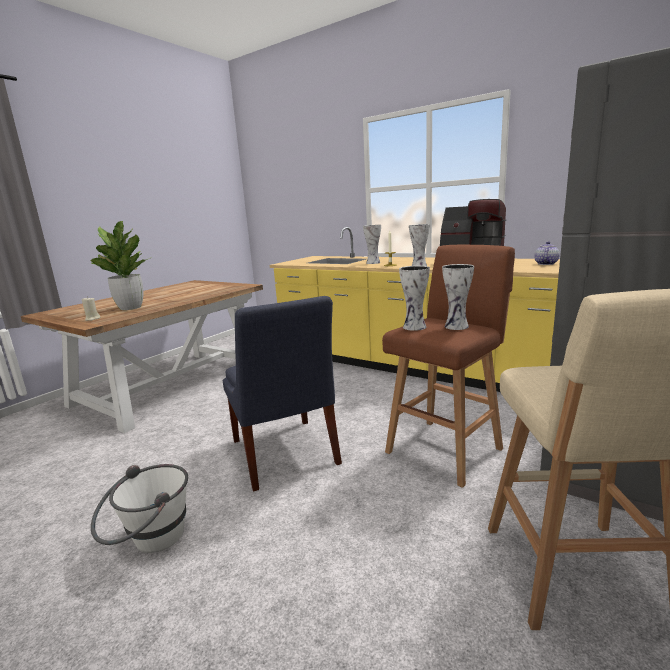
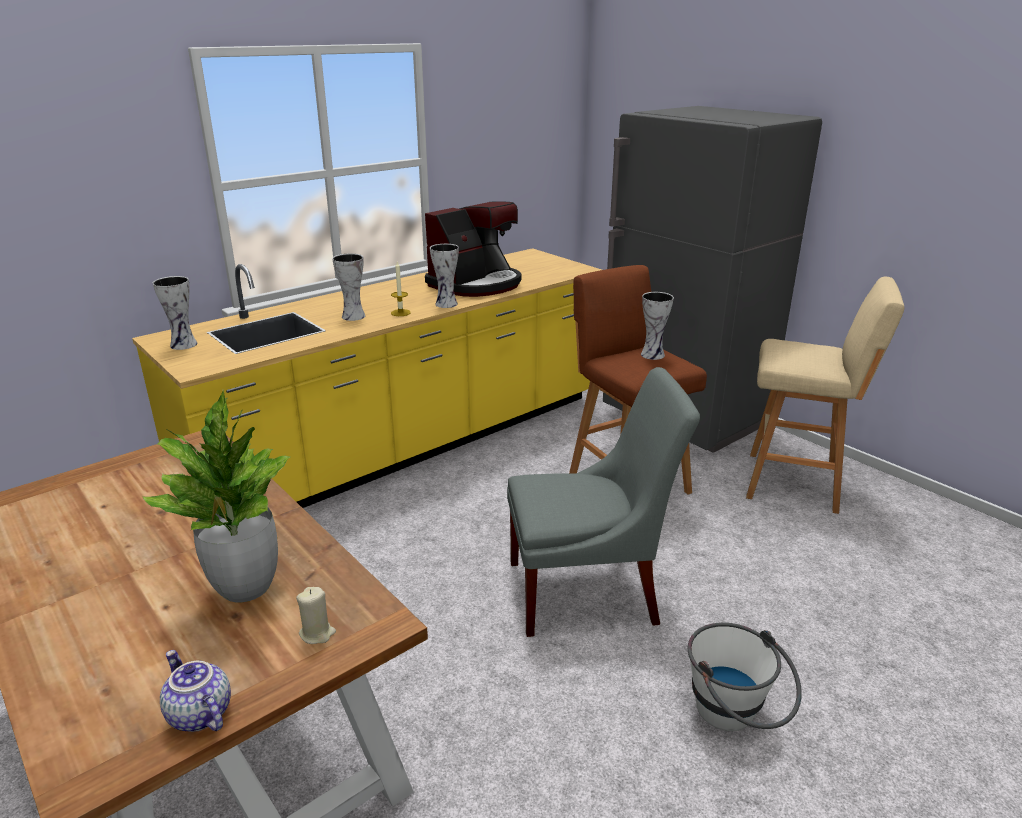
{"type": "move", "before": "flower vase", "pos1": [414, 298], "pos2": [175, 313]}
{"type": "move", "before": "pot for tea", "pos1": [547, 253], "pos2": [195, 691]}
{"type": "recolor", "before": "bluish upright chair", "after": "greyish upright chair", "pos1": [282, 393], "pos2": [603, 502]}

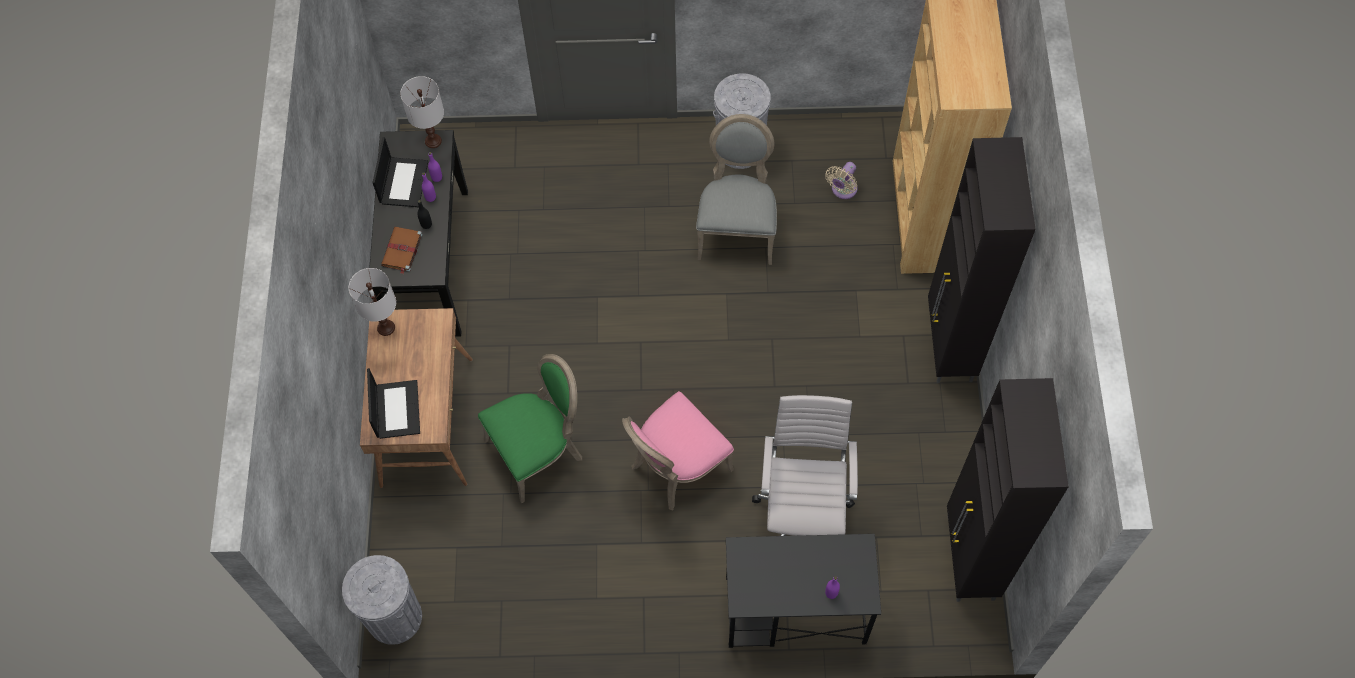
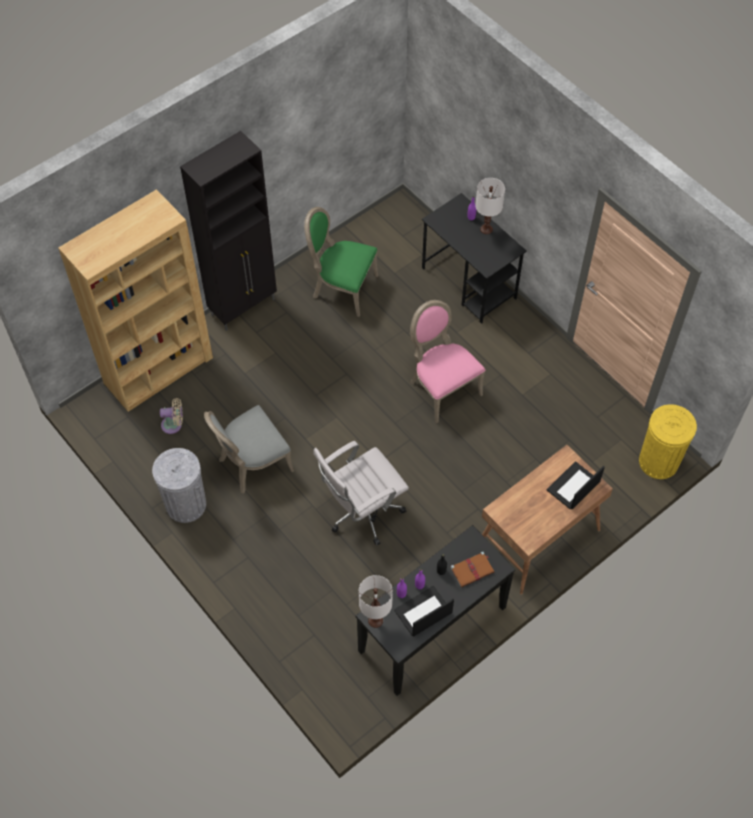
{"type": "move", "before": "greenish upright chair", "pos1": [530, 428], "pos2": [341, 262]}
{"type": "move", "before": "whitish desk chair", "pos1": [805, 465], "pos2": [361, 493]}
{"type": "rotate", "before": "pink-coloured upright chair", "pos1": [678, 451], "pos2": [447, 361], "turn": -135}
{"type": "move", "before": "whitish tabletop lamp", "pos1": [372, 302], "pos2": [490, 206]}
{"type": "recolor", "before": "greyish rubbish bin", "after": "yellowish rubbish bin", "pos1": [382, 600], "pos2": [668, 441]}
{"type": "delete", "before": "black storage cabinet", "pos1": [1008, 490]}

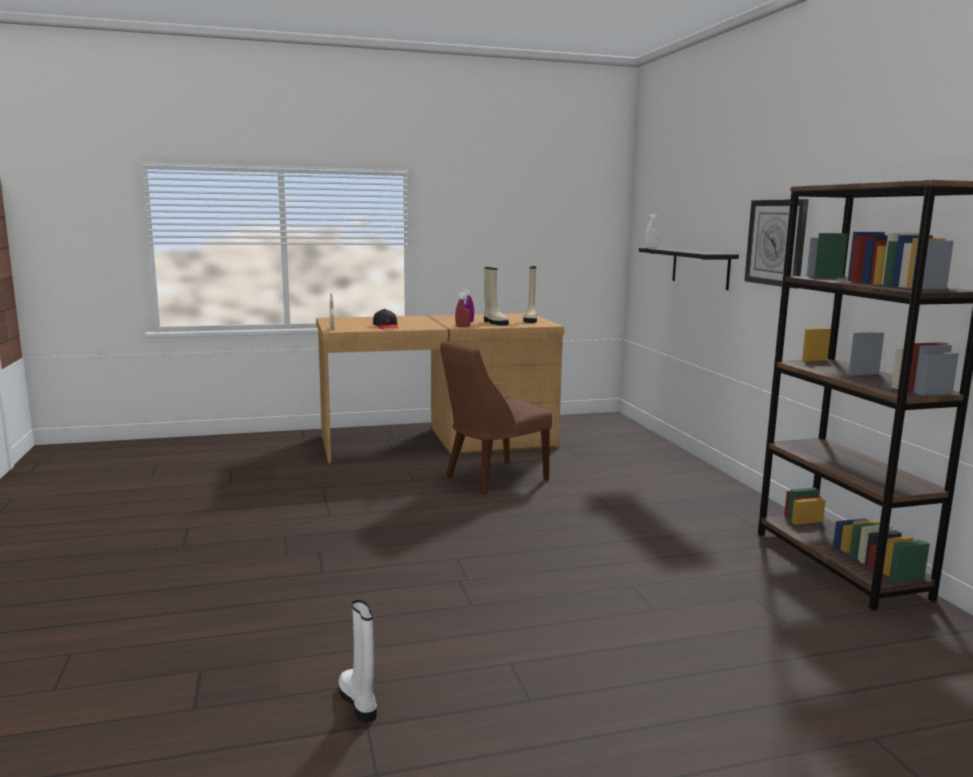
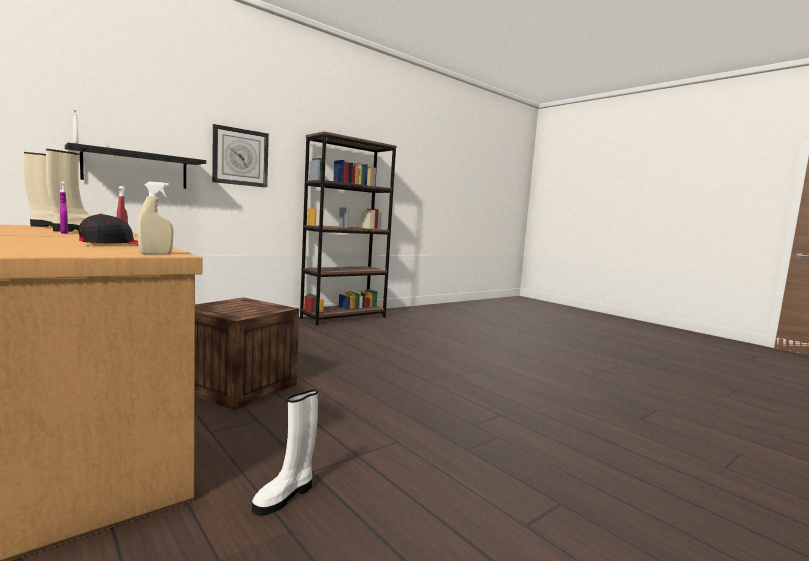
{"type": "replace", "before": "brownish upright chair", "after": "packing crate", "pos1": [496, 418], "pos2": [247, 353]}
{"type": "move", "before": "whitish high-top boot", "pos1": [358, 661], "pos2": [285, 452]}

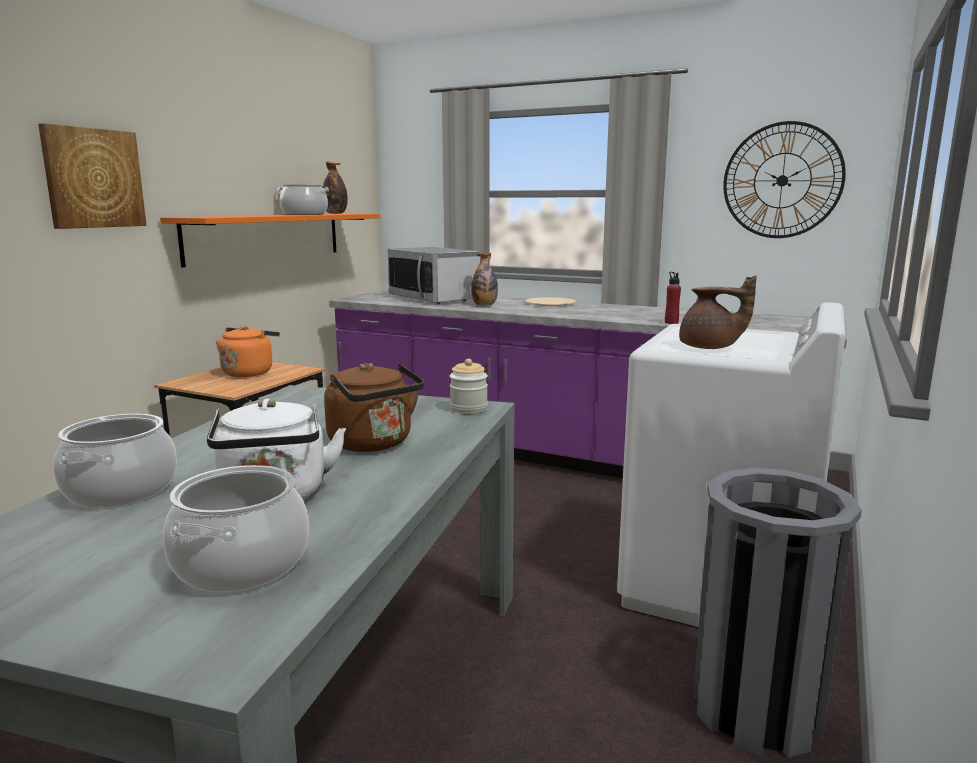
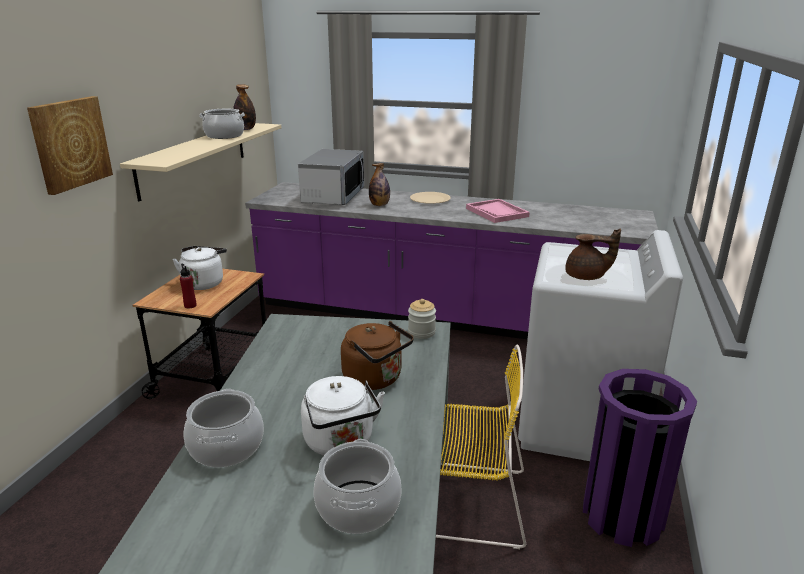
{"type": "recolor", "before": "orange shelf", "after": "sand-coloured shelf", "pos1": [270, 240], "pos2": [200, 162]}
{"type": "recolor", "before": "orange tea kettle", "after": "whitish tea kettle", "pos1": [248, 351], "pos2": [199, 268]}
{"type": "move", "before": "reddish beverage bottle", "pos1": [673, 298], "pos2": [188, 286]}
{"type": "rotate", "before": "kitchen microwave", "pos1": [434, 275], "pos2": [331, 177], "turn": -120}
{"type": "insert", "after": "yellowish upright chair", "pos2": [481, 447]}
{"type": "insert", "after": "pink-coloured tray", "pos2": [498, 211]}
{"type": "recolor", "before": "greyish rubbish bin", "after": "purple rubbish bin", "pos1": [777, 613], "pos2": [640, 458]}
{"type": "delete", "before": "clock on the wall", "pos1": [784, 179]}

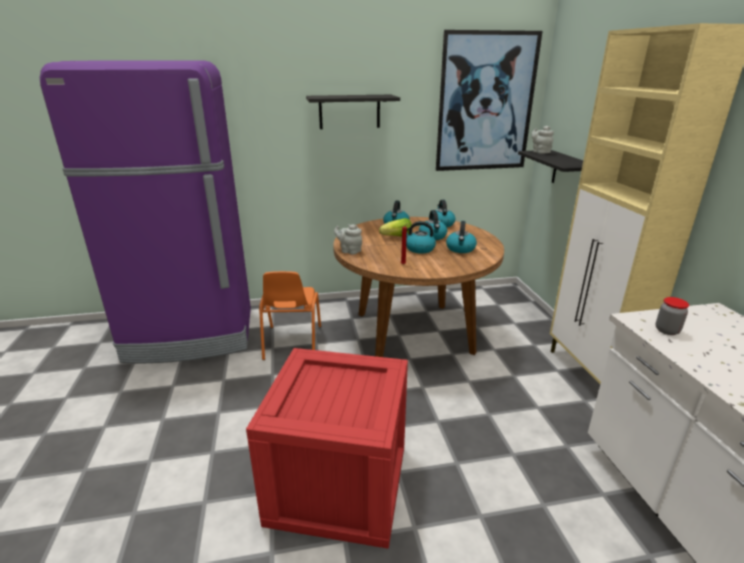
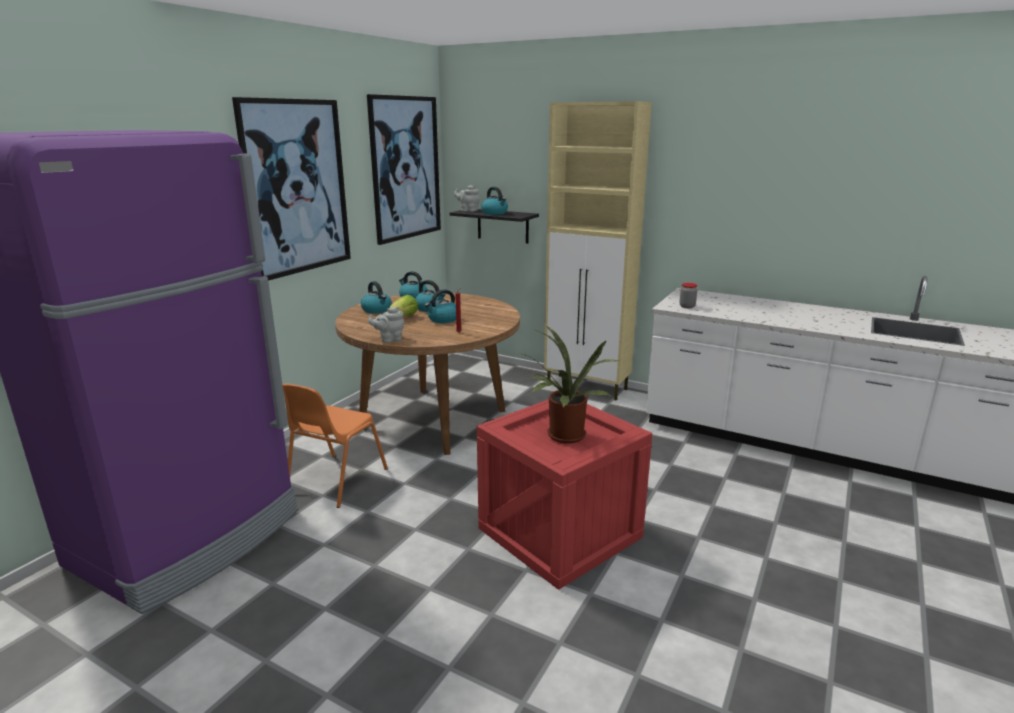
{"type": "replace", "before": "black shelf", "after": "wall art", "pos1": [353, 112], "pos2": [291, 189]}
{"type": "rotate", "before": "orange upright chair", "pos1": [290, 315], "pos2": [335, 445], "turn": 75}
{"type": "move", "before": "tea kettle", "pos1": [461, 237], "pos2": [494, 201]}
{"type": "insert", "after": "potted plant", "pos2": [570, 384]}

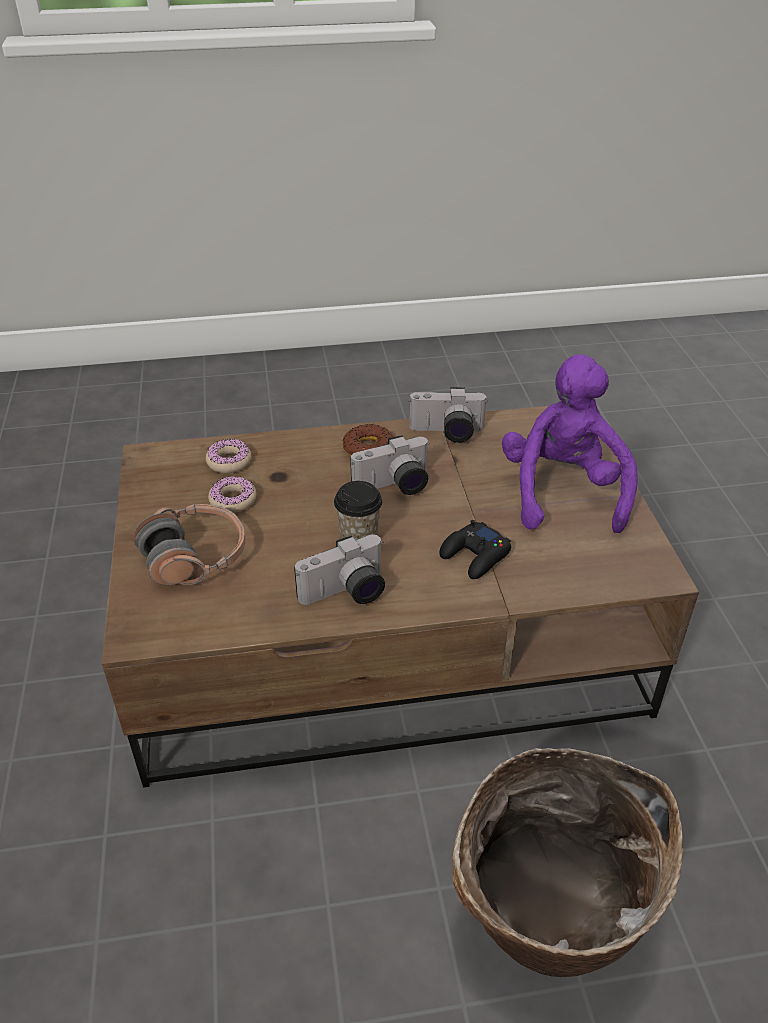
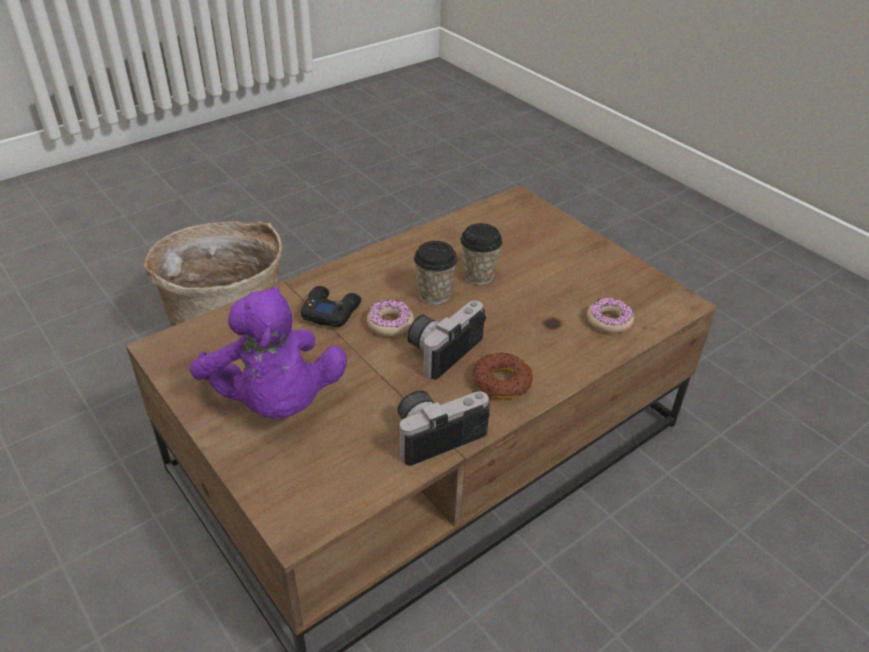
{"type": "move", "before": "doughnut", "pos1": [232, 494], "pos2": [390, 318]}
{"type": "insert", "after": "cup", "pos2": [481, 254]}
{"type": "delete", "before": "pair of headphones", "pos1": [189, 544]}
{"type": "delete", "before": "still camera", "pos1": [339, 570]}

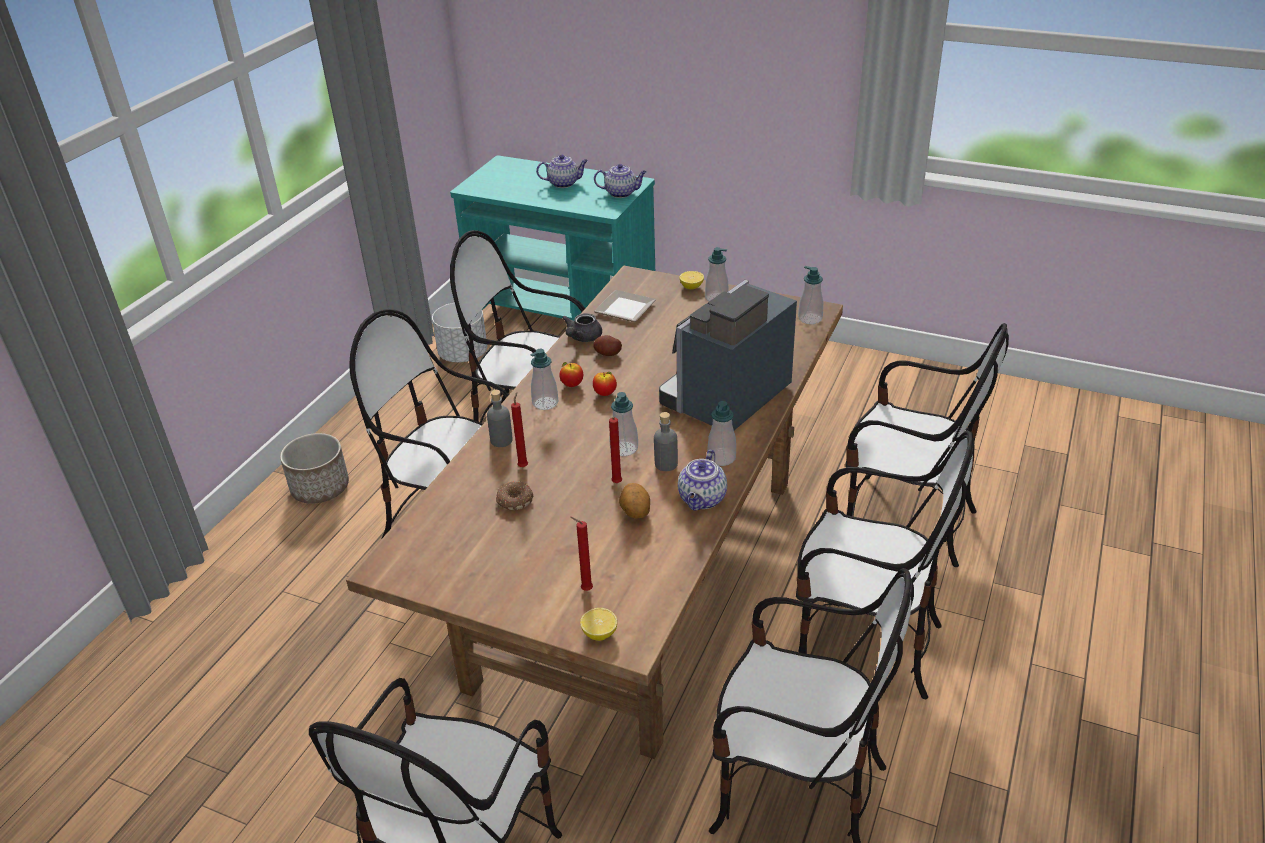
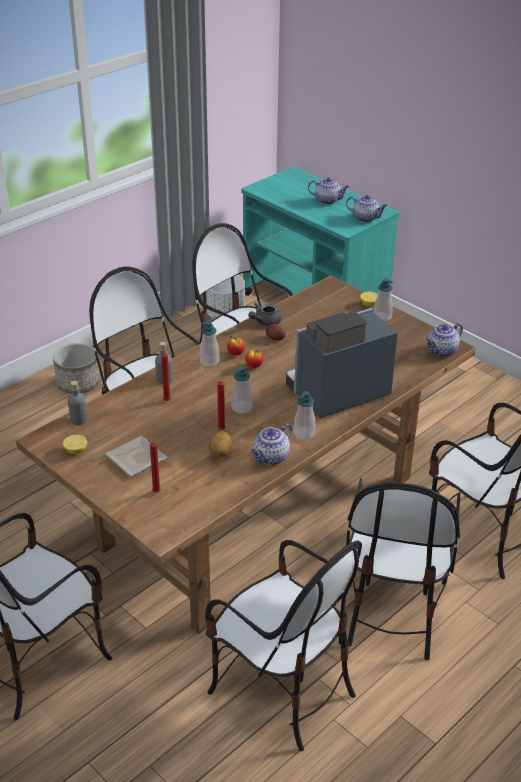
{"type": "move", "before": "whole lemon", "pos1": [598, 624], "pos2": [75, 444]}
{"type": "move", "before": "greyish beverage bottle", "pos1": [666, 441], "pos2": [78, 403]}
{"type": "move", "before": "plate", "pos1": [625, 306], "pos2": [136, 456]}
{"type": "rotate", "before": "upright chair", "pos1": [885, 565], "pos2": [403, 569], "turn": 60}
{"type": "replace", "before": "liquid soap bottle", "after": "pot for tea", "pos1": [810, 295], "pos2": [444, 340]}
{"type": "delete", "before": "doughnut", "pos1": [514, 495]}

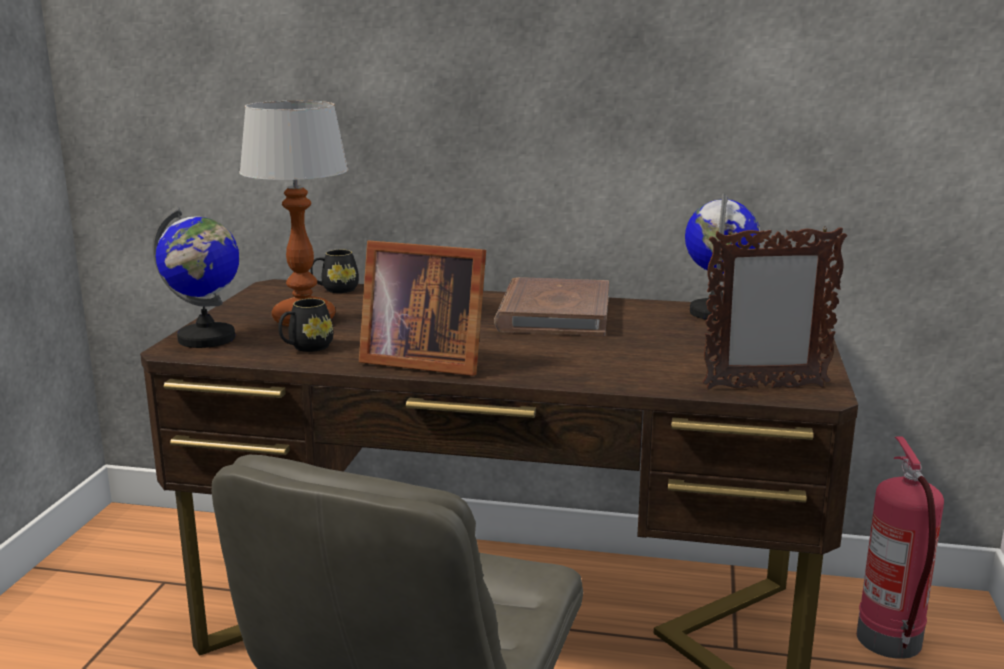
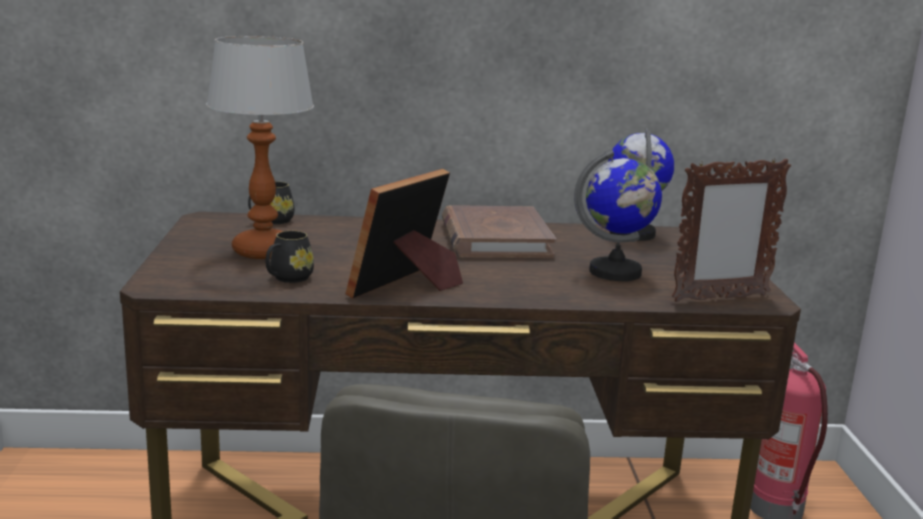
{"type": "rotate", "before": "photo frame", "pos1": [422, 308], "pos2": [404, 233], "turn": 120}
{"type": "move", "before": "world globe", "pos1": [196, 276], "pos2": [618, 214]}

